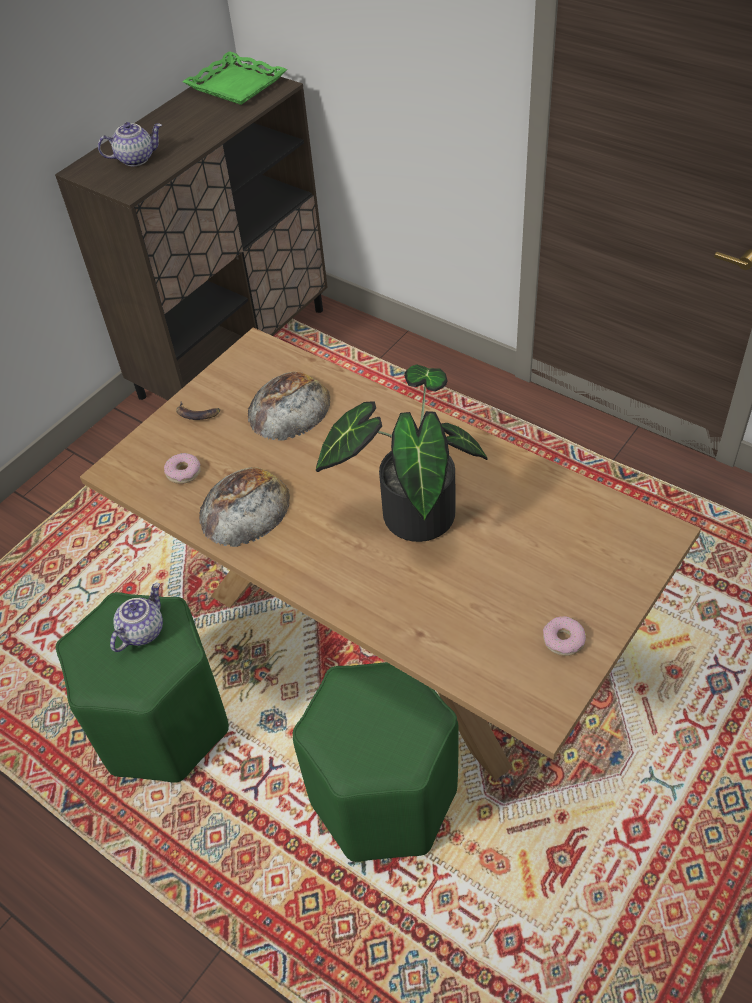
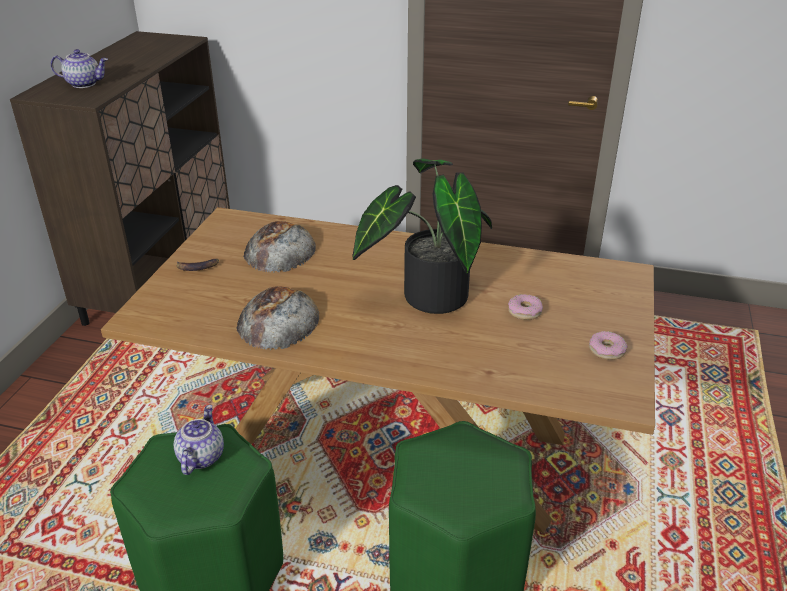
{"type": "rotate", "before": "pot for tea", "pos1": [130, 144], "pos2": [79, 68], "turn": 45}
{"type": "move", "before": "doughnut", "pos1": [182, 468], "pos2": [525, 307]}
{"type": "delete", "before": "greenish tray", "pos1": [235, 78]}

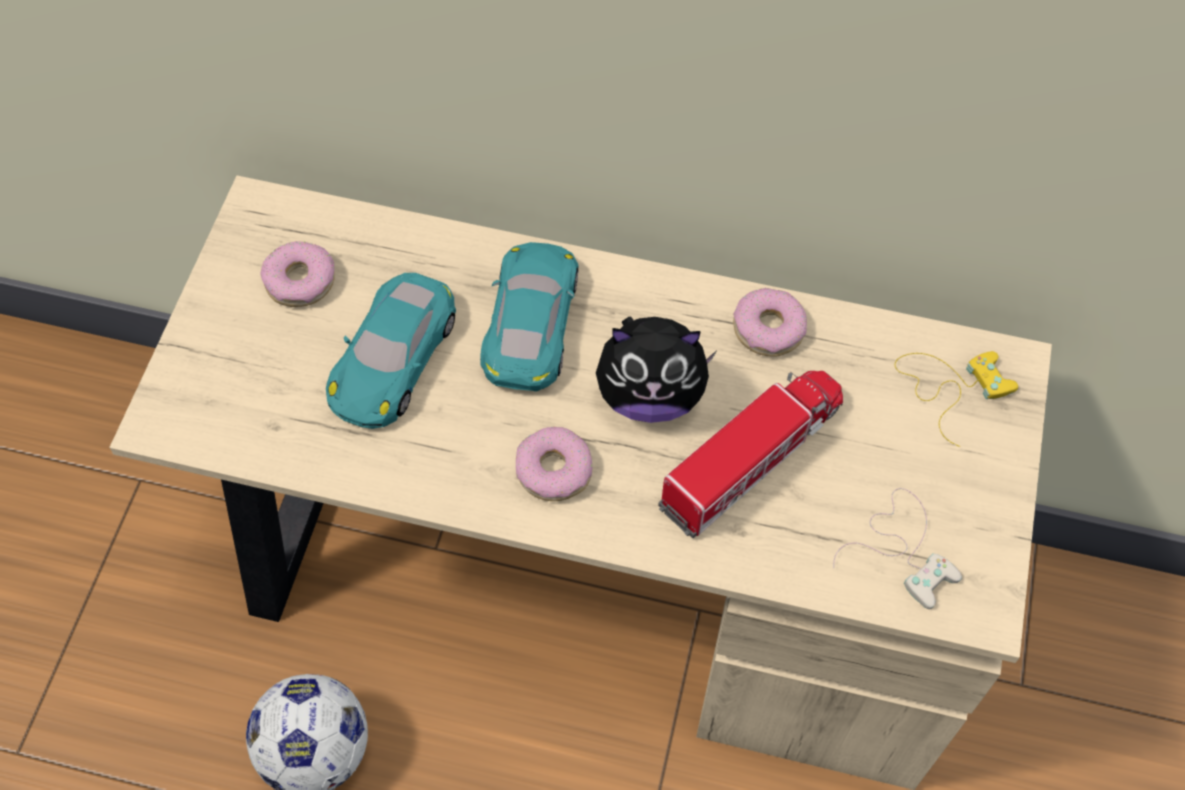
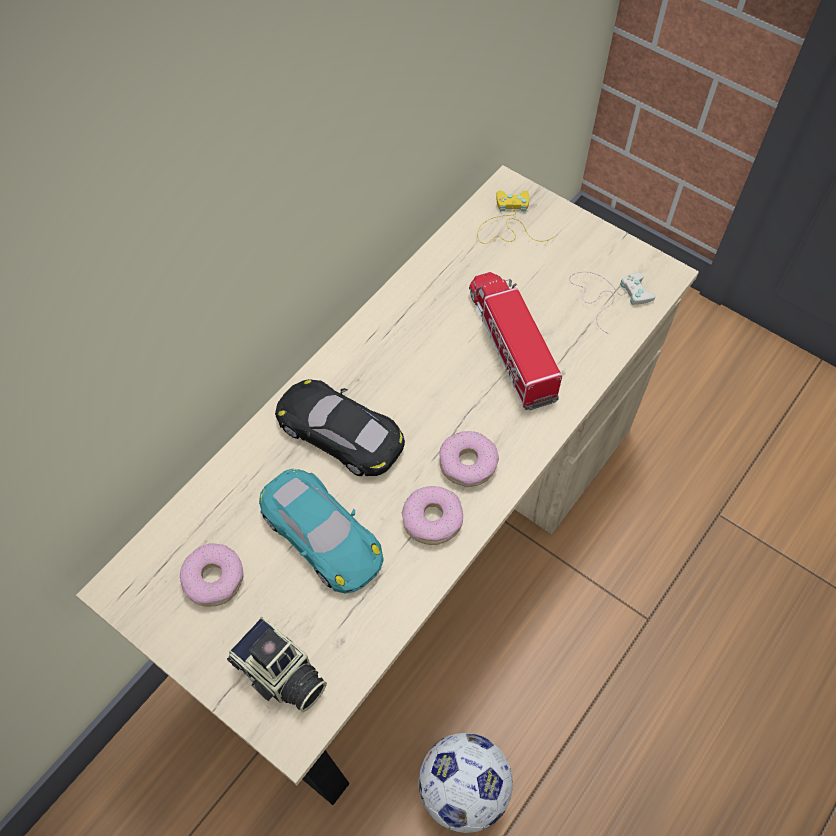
{"type": "insert", "after": "still camera", "pos2": [277, 664]}
{"type": "recolor", "before": "turquoise-coloured toy car", "after": "black toy car", "pos1": [529, 317], "pos2": [340, 427]}
{"type": "move", "before": "doughnut", "pos1": [770, 322], "pos2": [432, 515]}
{"type": "delete", "before": "plush toy", "pos1": [656, 369]}

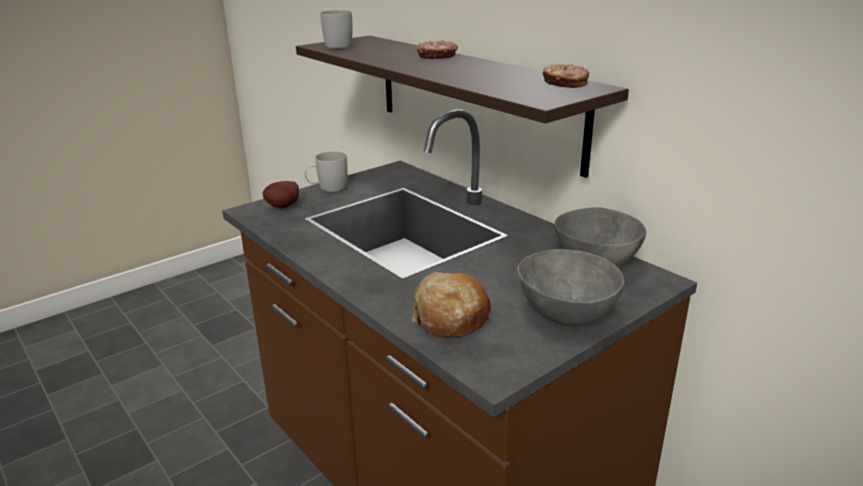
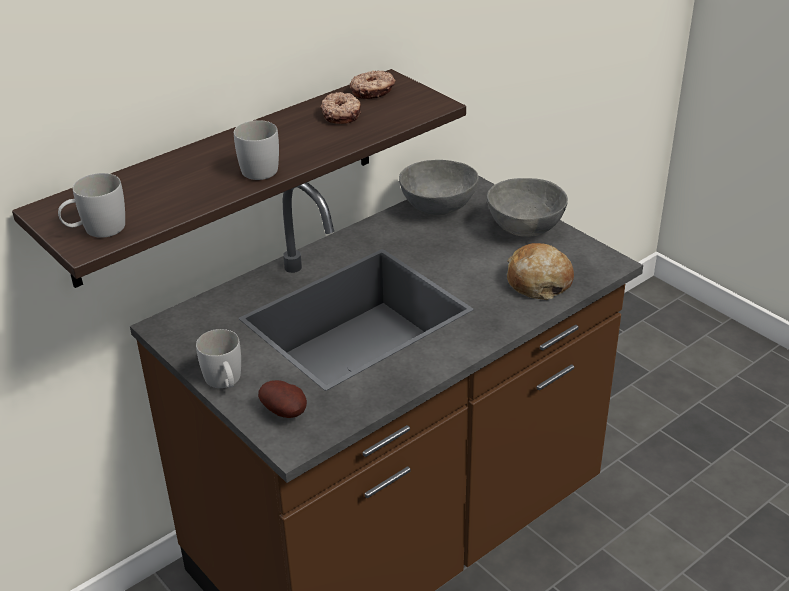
{"type": "insert", "after": "whitish tea mug", "pos2": [256, 150]}
{"type": "move", "before": "doughnut", "pos1": [437, 49], "pos2": [340, 108]}

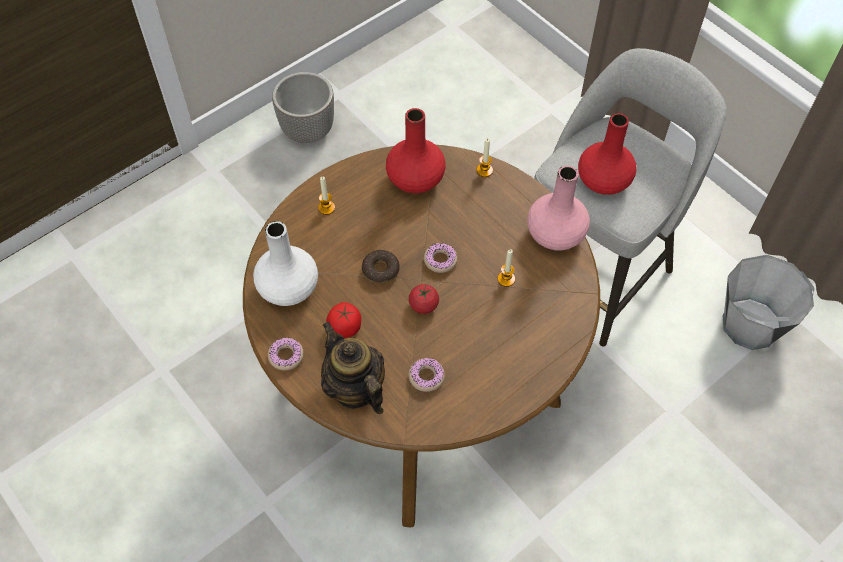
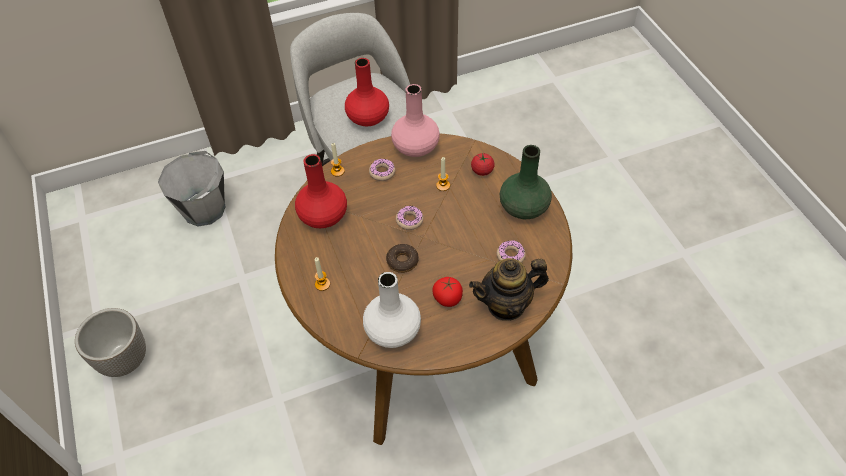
{"type": "move", "before": "greyish pail", "pos1": [768, 302], "pos2": [192, 189]}
{"type": "move", "before": "doughnut", "pos1": [286, 354], "pos2": [382, 169]}
{"type": "move", "before": "tomato", "pos1": [424, 299], "pos2": [483, 164]}
{"type": "insert", "after": "greenish flower vase", "pos2": [526, 182]}

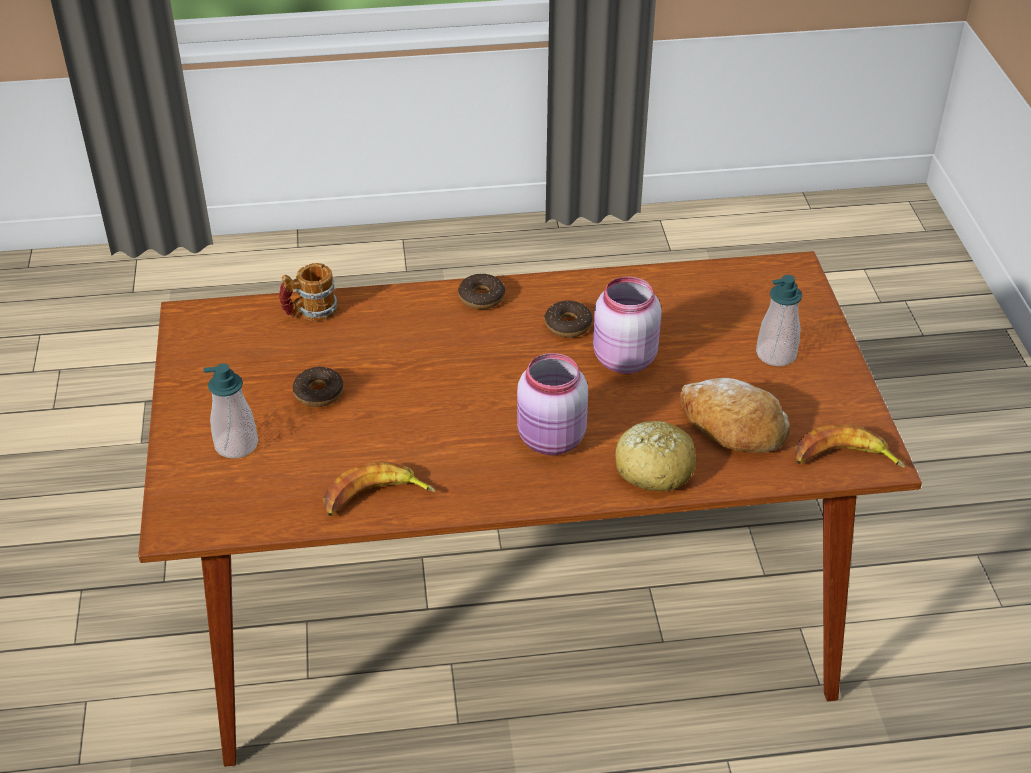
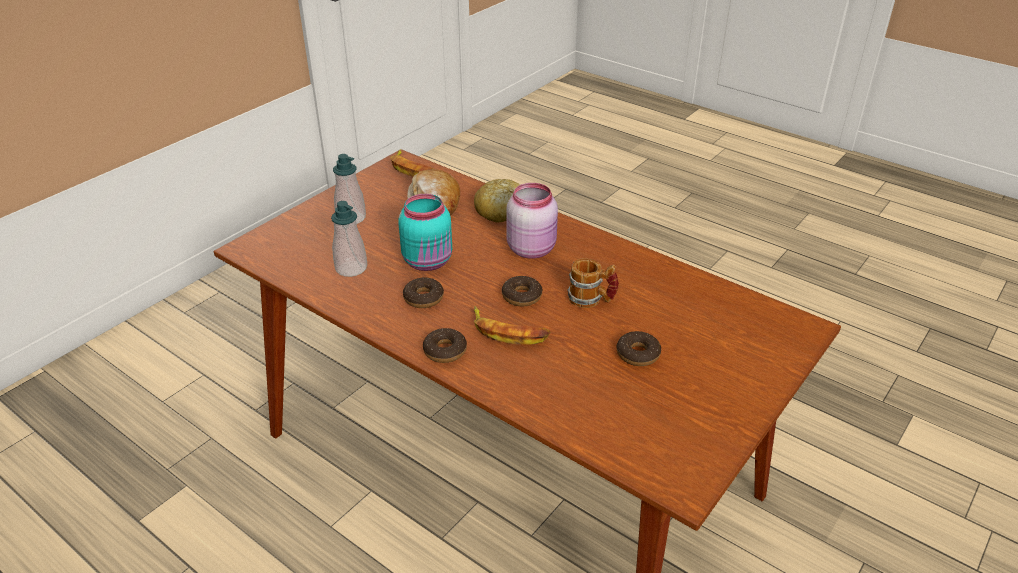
{"type": "move", "before": "liquid soap bottle", "pos1": [230, 411], "pos2": [349, 239]}
{"type": "recolor", "before": "pink-coloured jar", "after": "turquoise-coloured jar", "pos1": [627, 325], "pos2": [425, 232]}
{"type": "move", "before": "banana fruit", "pos1": [379, 488], "pos2": [512, 325]}
{"type": "insert", "after": "doughnut", "pos2": [522, 291]}
{"type": "move", "before": "tea mug", "pos1": [308, 292], "pos2": [593, 283]}

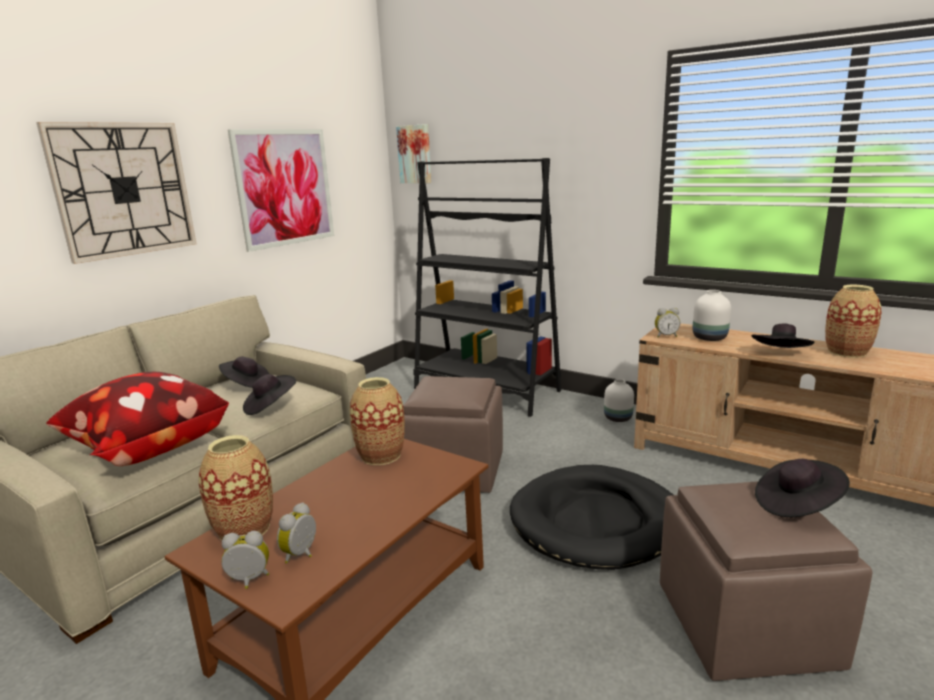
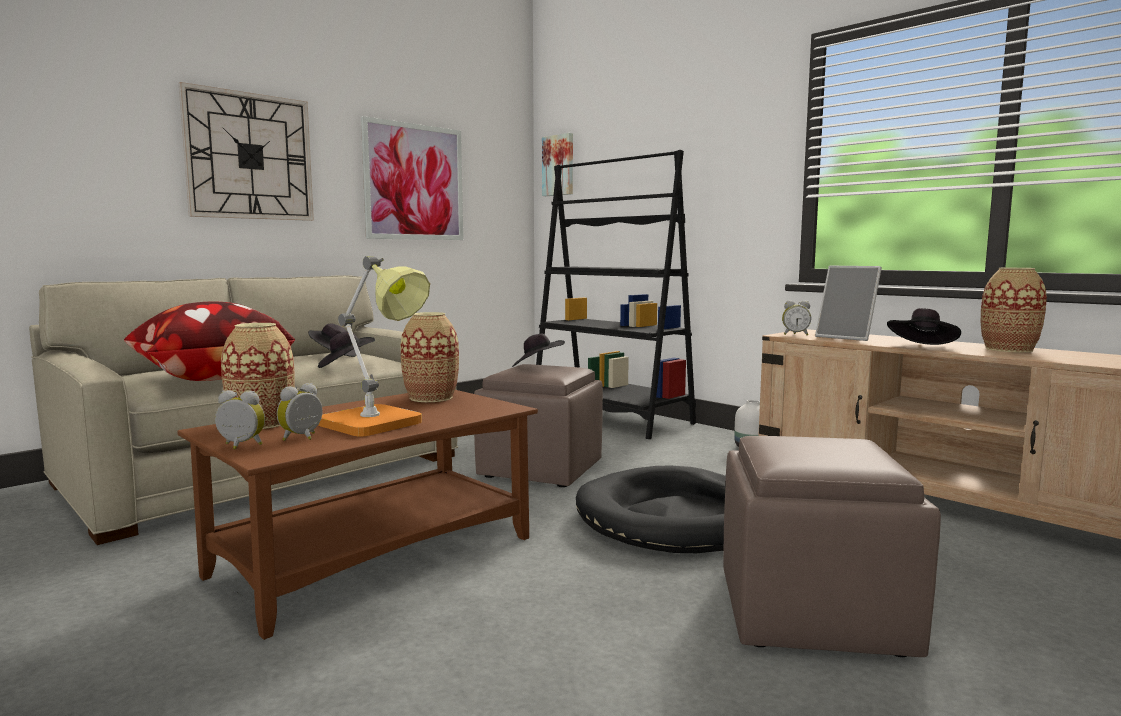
{"type": "insert", "after": "tabletop lamp", "pos2": [374, 346]}
{"type": "move", "before": "black clothing hat", "pos1": [802, 488], "pos2": [538, 350]}
{"type": "replace", "before": "whitish flower vase", "after": "photo frame", "pos1": [712, 315], "pos2": [848, 303]}

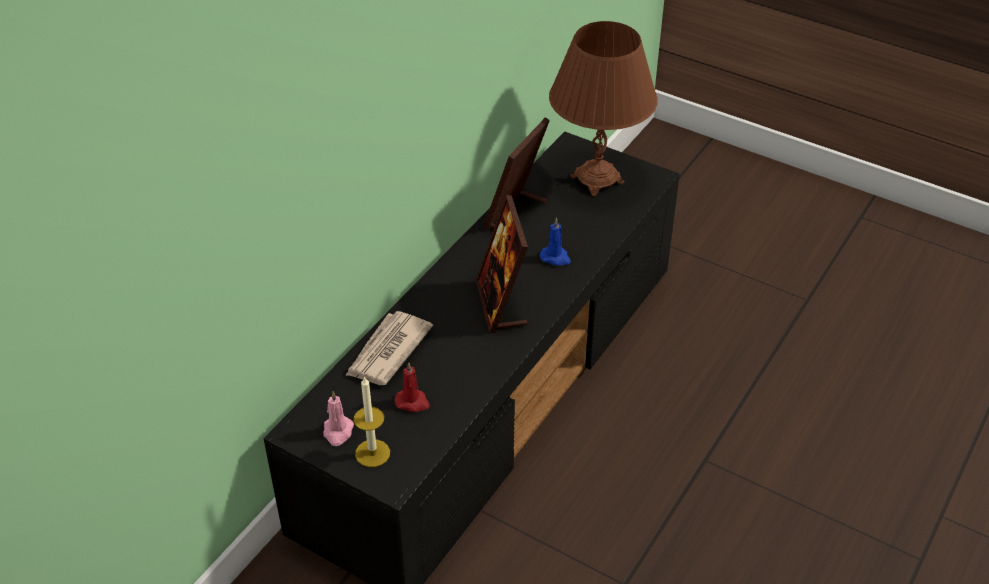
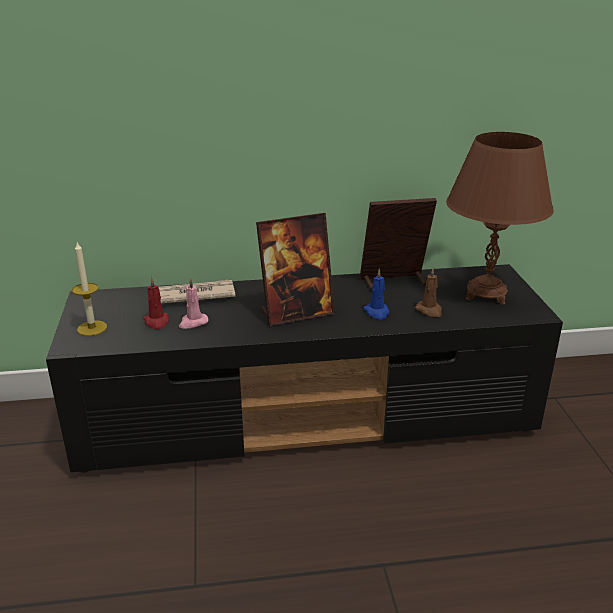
{"type": "move", "before": "pink-coloured wax candle", "pos1": [338, 418], "pos2": [194, 303]}
{"type": "rotate", "before": "photo frame", "pos1": [502, 264], "pos2": [295, 269], "turn": -150}
{"type": "insert", "after": "brownish wax candle", "pos2": [428, 292]}

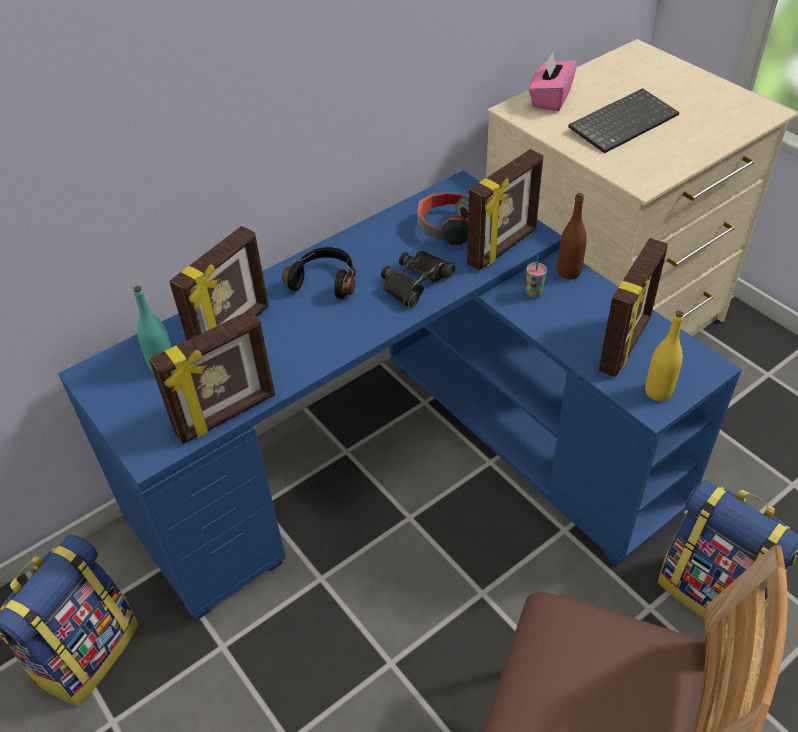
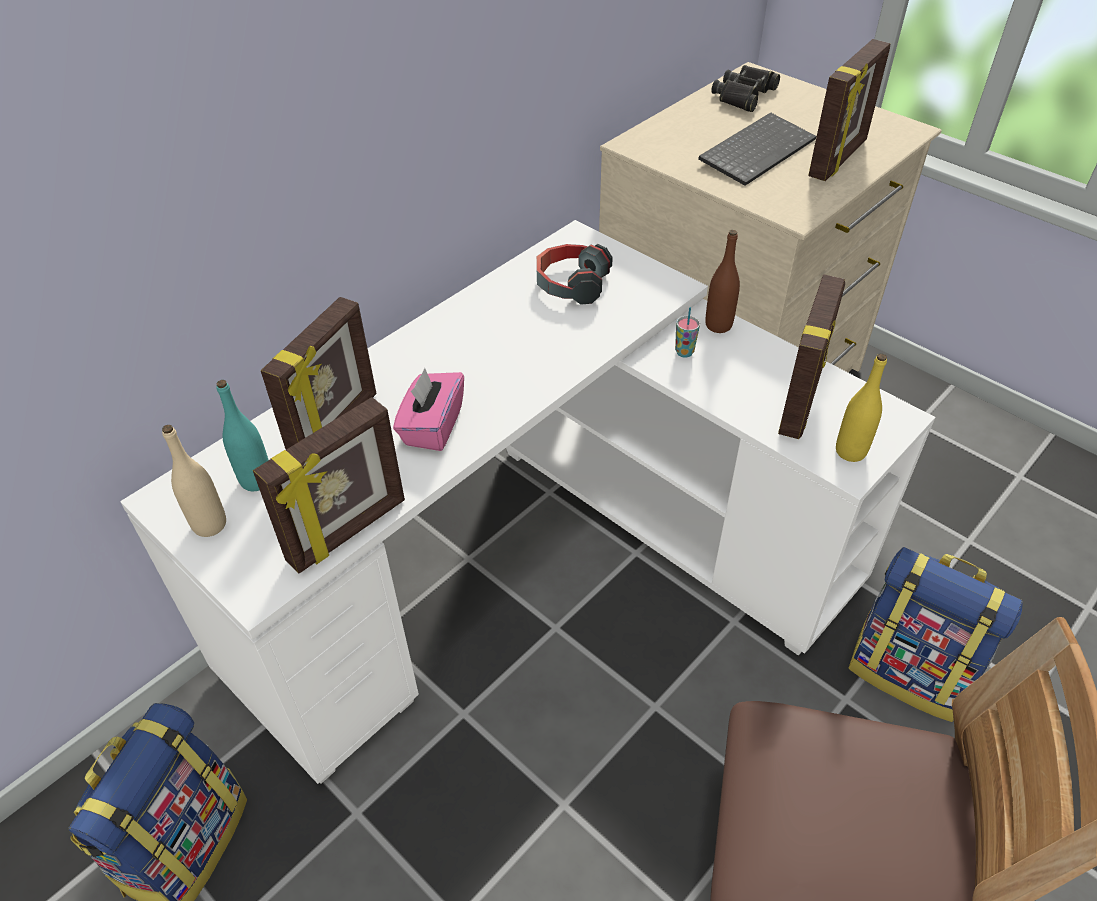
{"type": "recolor", "before": "bluish desk table", "after": "whitish desk table", "pos1": [400, 395], "pos2": [527, 502]}
{"type": "insert", "after": "sand-coloured beverage bottle", "pos2": [194, 481]}
{"type": "move", "before": "pink-coloured box of tissues", "pos1": [553, 82], "pos2": [428, 409]}
{"type": "move", "before": "black field glasses", "pos1": [418, 279], "pos2": [745, 88]}
{"type": "move", "before": "photo frame", "pos1": [505, 210], "pos2": [849, 110]}
{"type": "delete", "before": "black pair of headphones", "pos1": [319, 273]}

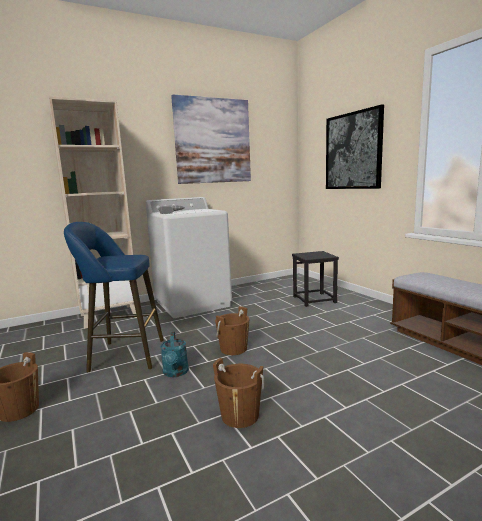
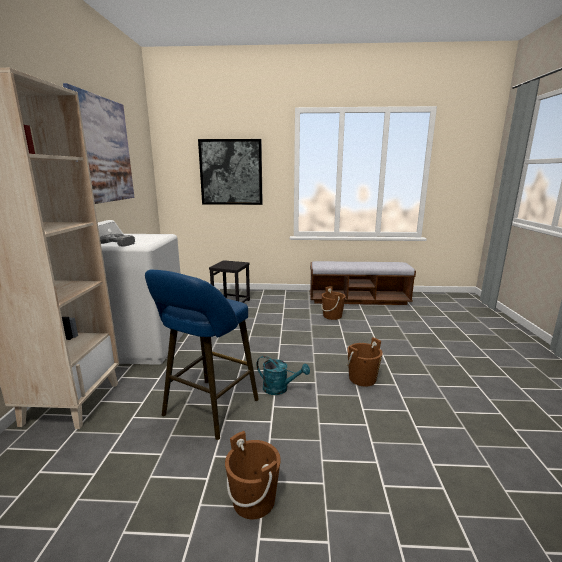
{"type": "move", "before": "brownish pail", "pos1": [232, 330], "pos2": [333, 303]}

